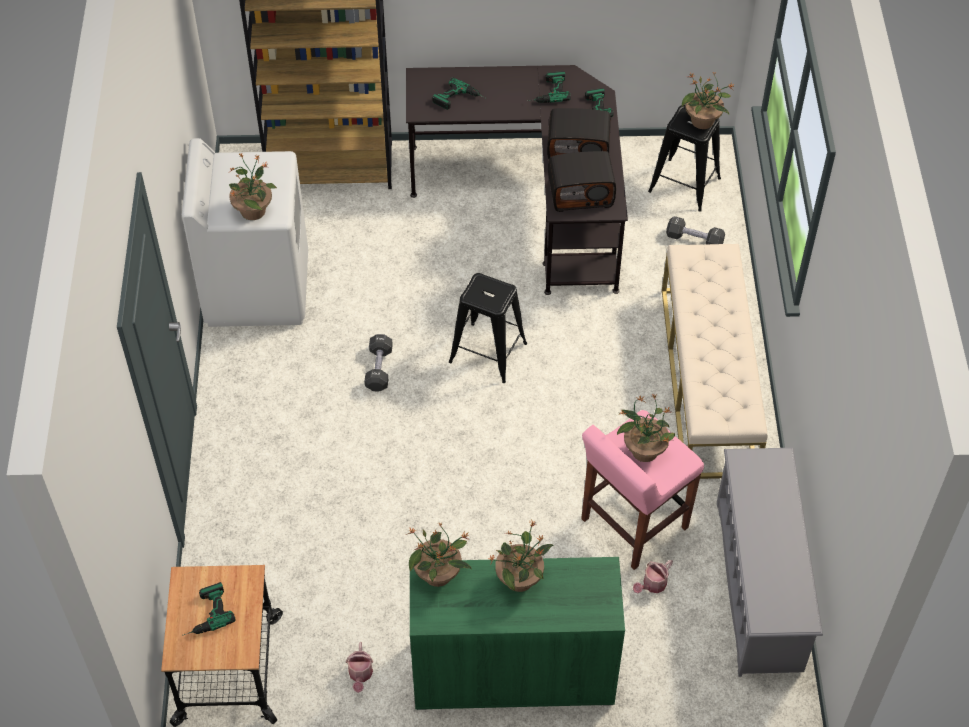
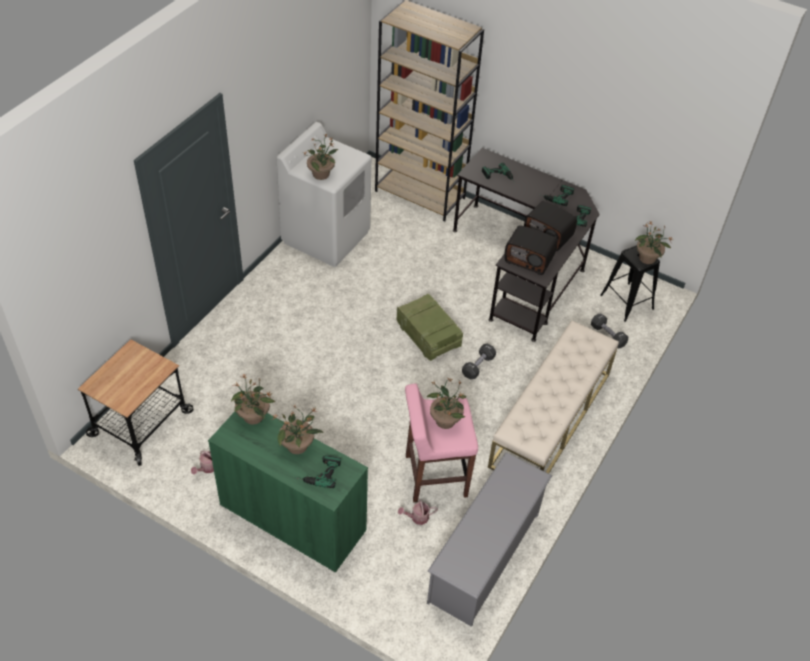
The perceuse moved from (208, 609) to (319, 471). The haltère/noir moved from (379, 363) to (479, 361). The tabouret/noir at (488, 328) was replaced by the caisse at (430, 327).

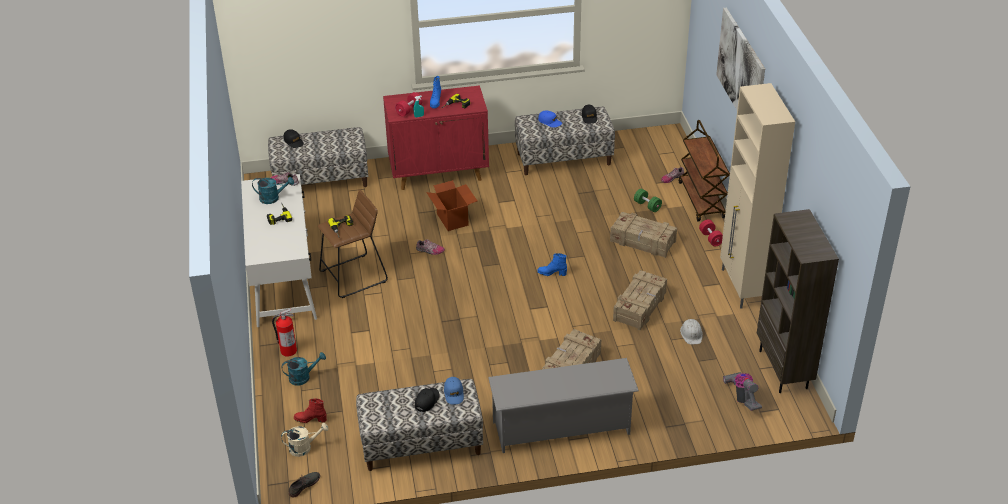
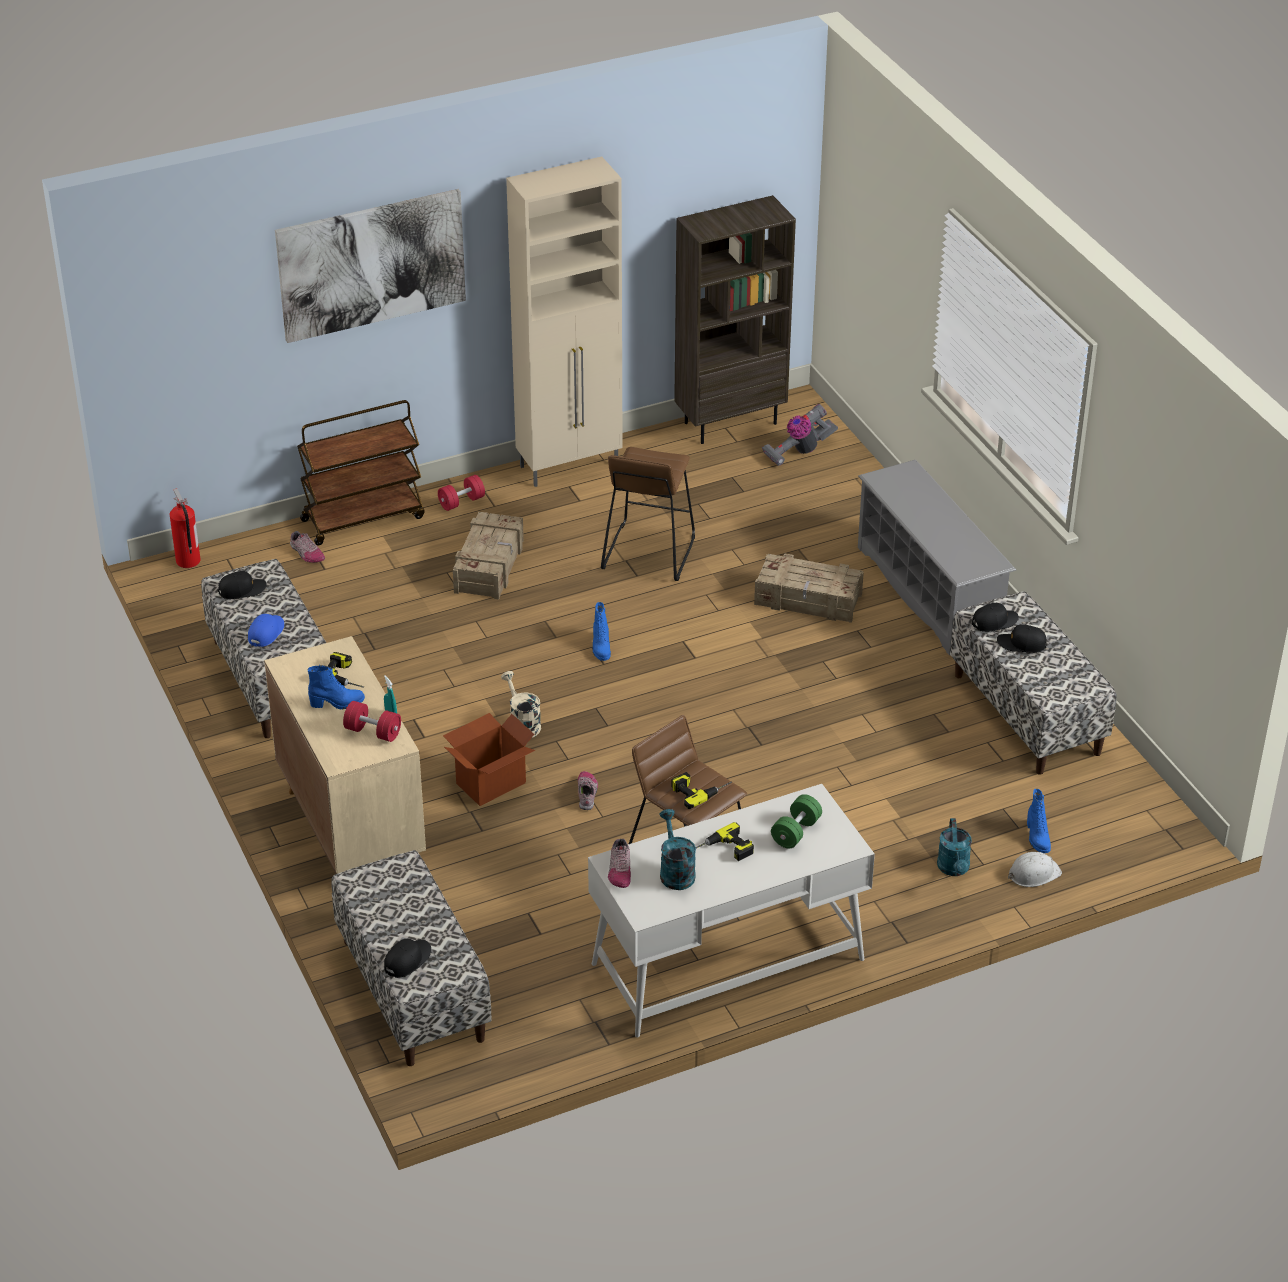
The chaussure/gris at (304, 484) disappeared. The extincteur moved from (284, 333) to (185, 528). The arrosoir/beige moved from (305, 440) to (521, 704). The haltère/vert moved from (648, 200) to (796, 821). The casque de chantier/blanc moved from (691, 331) to (1035, 869). The caisse at (640, 300) was replaced by the tabouret/marron at (648, 514). The botte/rouge at (310, 410) became the botte/bleu at (1039, 821). The meuble de rangement/rouge at (436, 137) became the meuble de rangement/beige at (345, 755). The casquette/bleu at (454, 391) became the casquette/noir at (995, 617). The arrosoir/turquoise at (304, 369) turned 150 degrees counterclockwise.

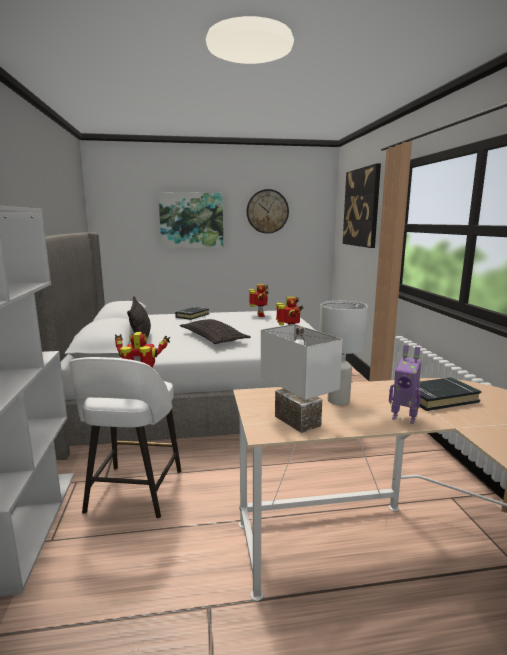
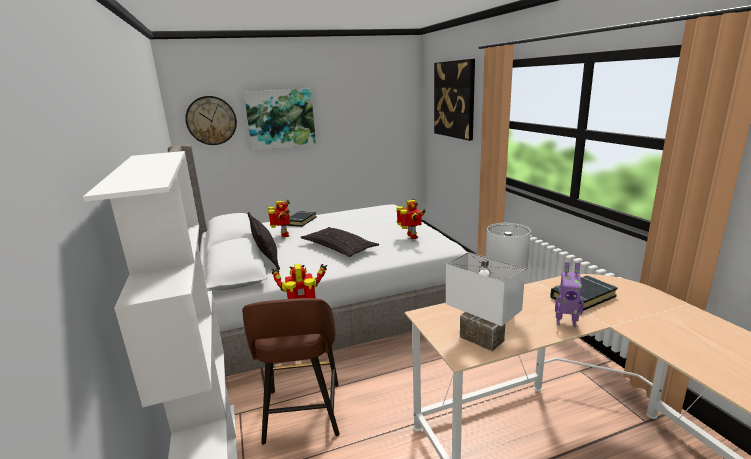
The horloge murale moved from (268, 211) to (211, 120). The robot jouet moved from (259, 300) to (279, 218). The tabouret/blanc at (125, 437) became the tabouret/marron at (291, 371).

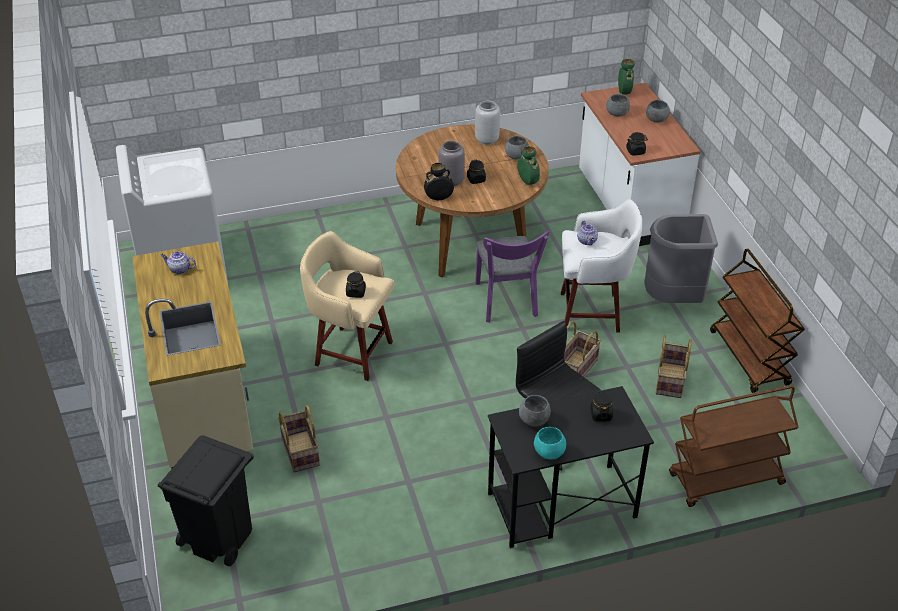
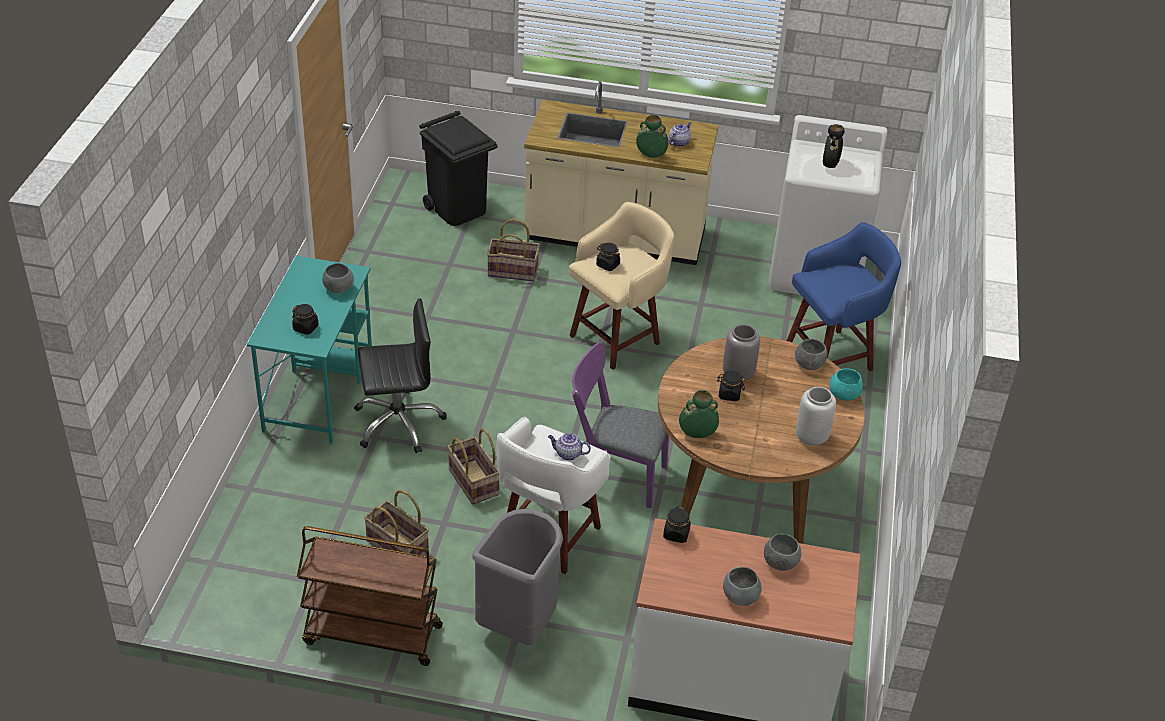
The chariot/marron at (734, 446) disappeared. The tabouret/bleu at (844, 296) appeared. The vase/noir moved from (439, 181) to (834, 146). The bol/gris moved from (517, 148) to (811, 354). The bol/turquoise moved from (550, 443) to (846, 384). The vase/vert moved from (626, 77) to (652, 136). The bureau/noir at (571, 467) became the bureau/turquoise at (309, 350).

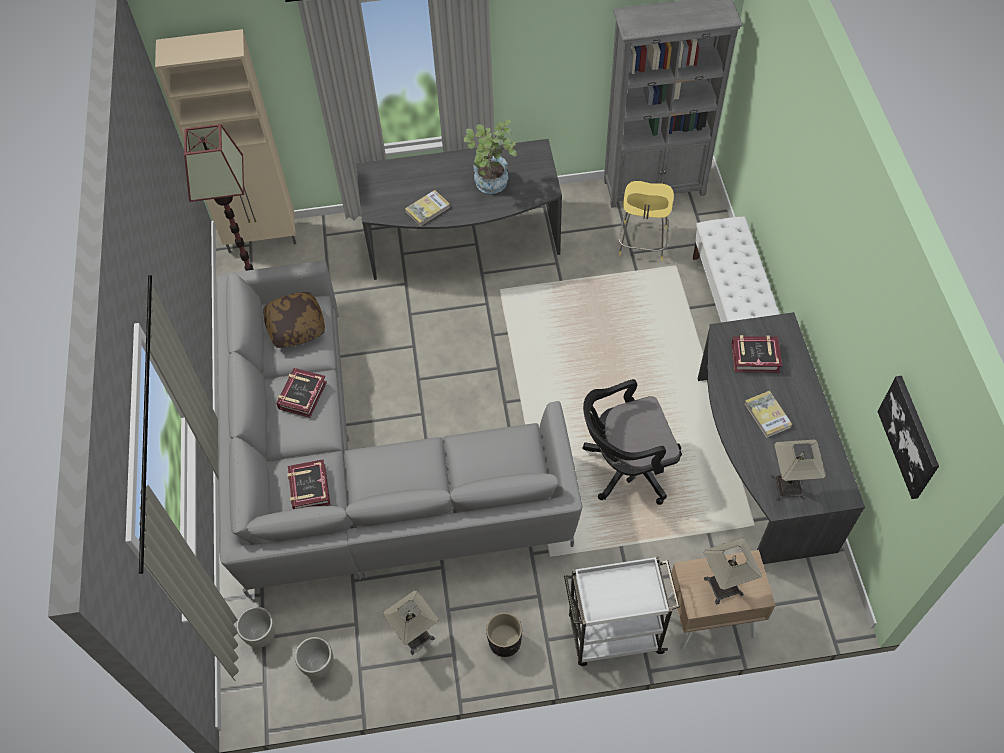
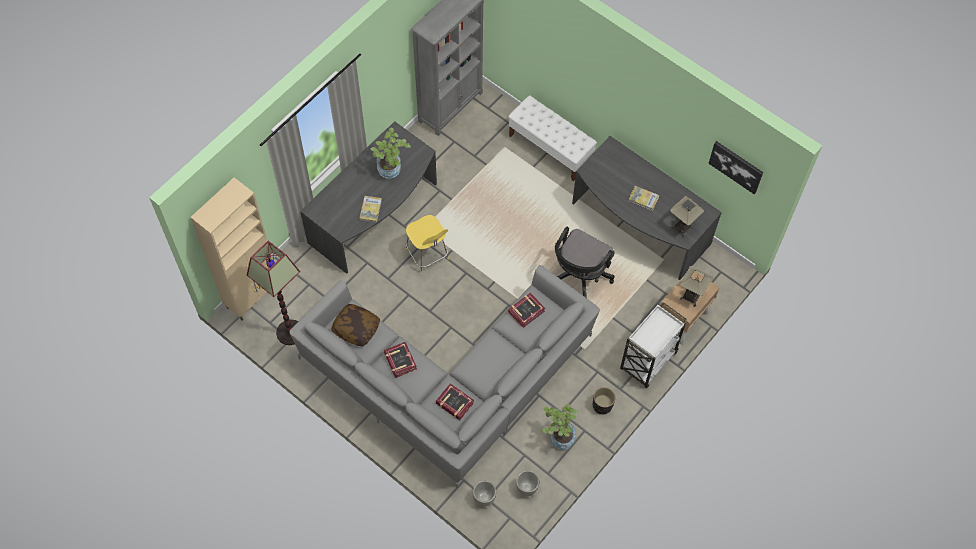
The tabouret/jaune moved from (646, 221) to (427, 244). The livre moved from (756, 353) to (526, 310). The lampe de table at (410, 622) was replaced by the plante en pot at (560, 427).

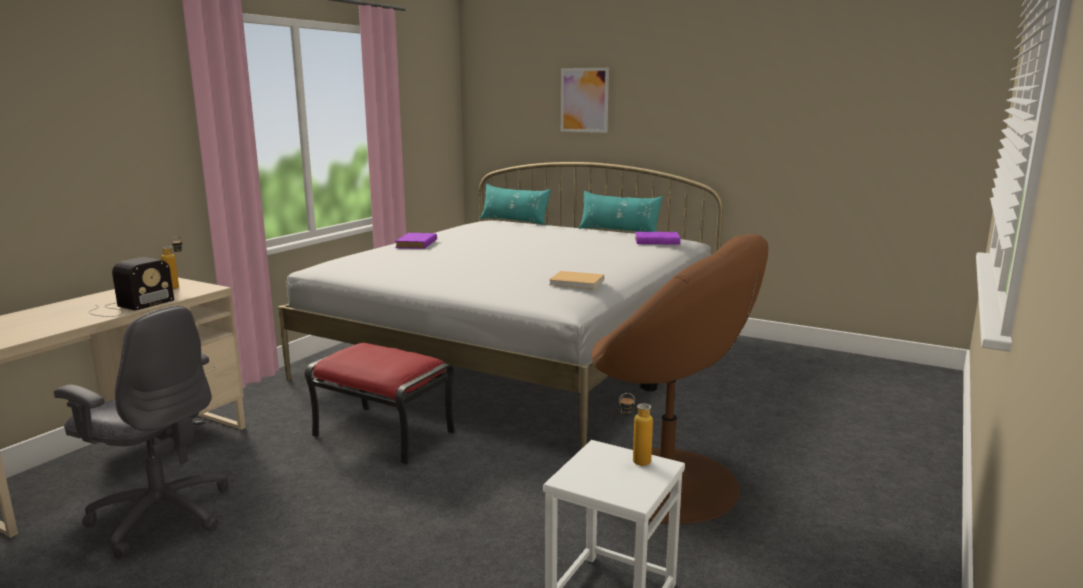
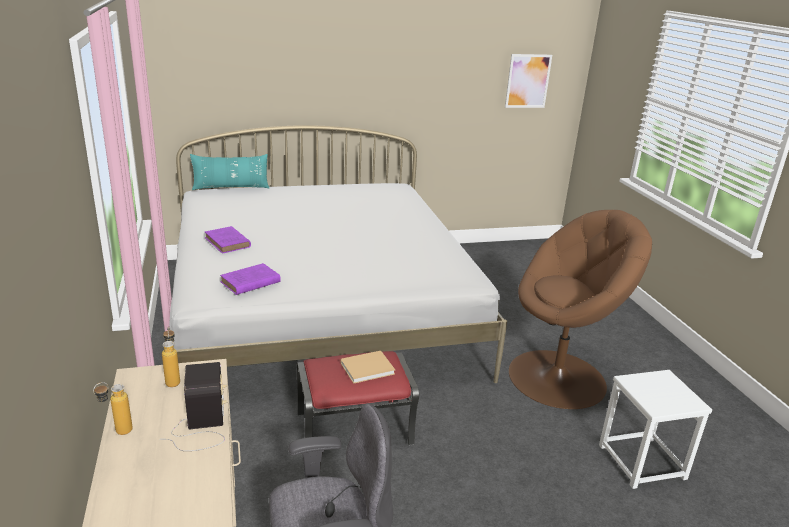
The coussin/turquoise at (620, 211) disappeared. The livre/beige moved from (576, 280) to (368, 367). The tableau moved from (585, 100) to (528, 81). The bouteille moved from (636, 429) to (113, 408). The livre/violet moved from (657, 238) to (250, 279).

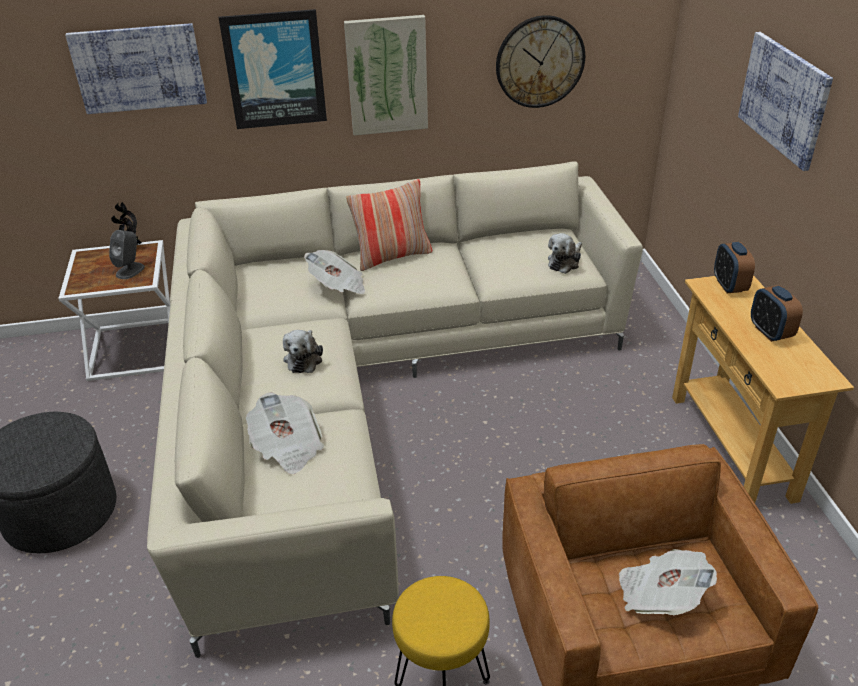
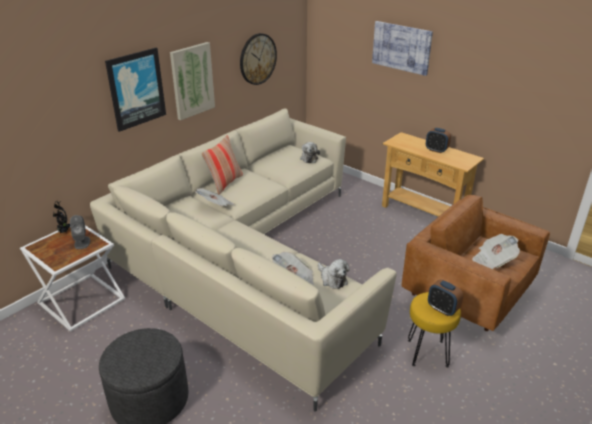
The tableau at (136, 68) disappeared. The peluche moved from (303, 351) to (334, 274). The réveil moved from (734, 267) to (445, 297).

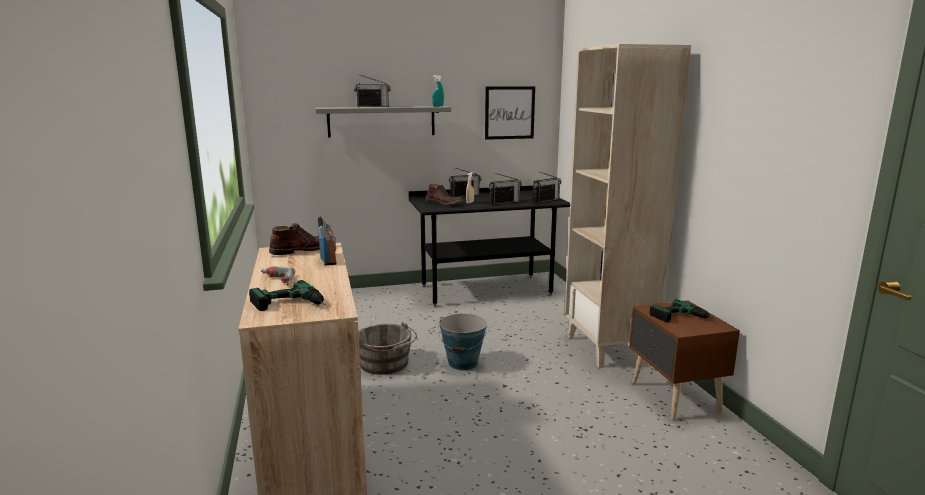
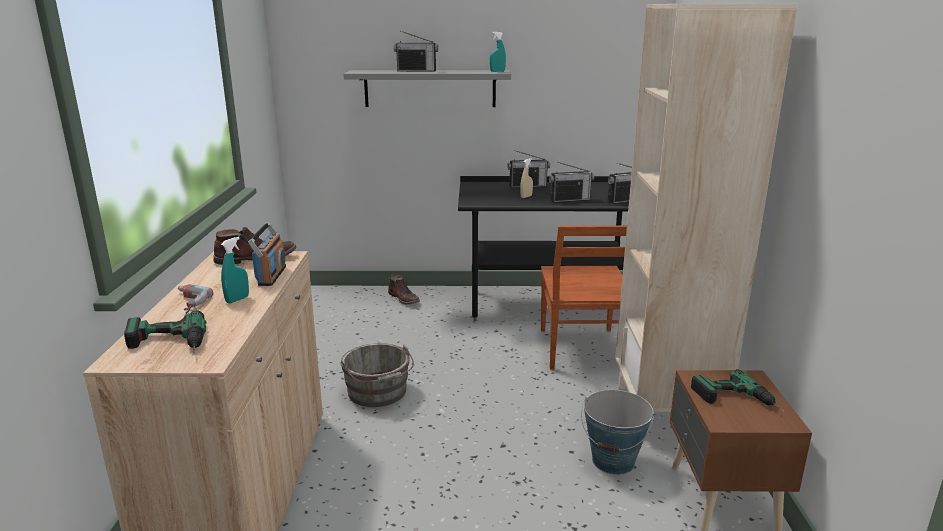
The tableau at (510, 113) disappeared. The vaporisateur/turquoise at (235, 270) appeared. The chaise/marron at (584, 297) appeared. The botte/marron moved from (444, 194) to (404, 290). The seau moved from (463, 342) to (617, 432).

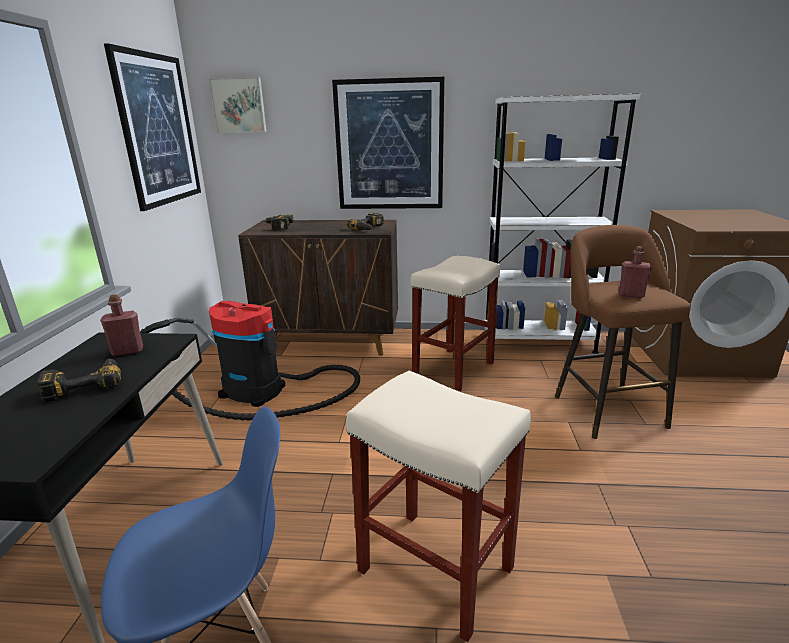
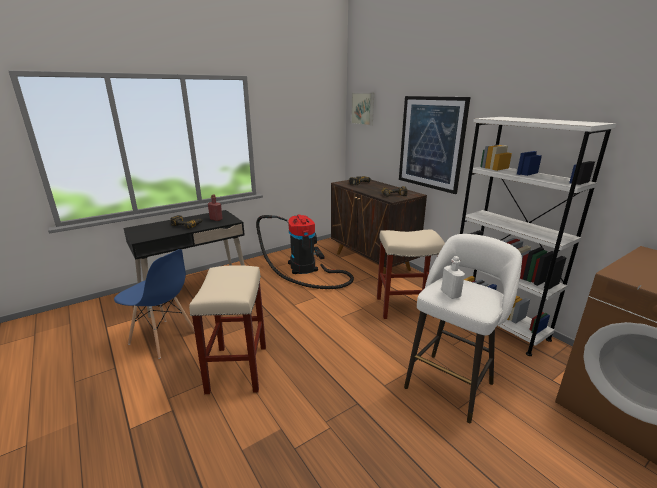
The tableau at (152, 127) disappeared. The tabouret/marron at (623, 332) became the tabouret/blanc at (463, 328). The bouteille/rouge at (635, 272) became the bouteille/blanc at (453, 277).

